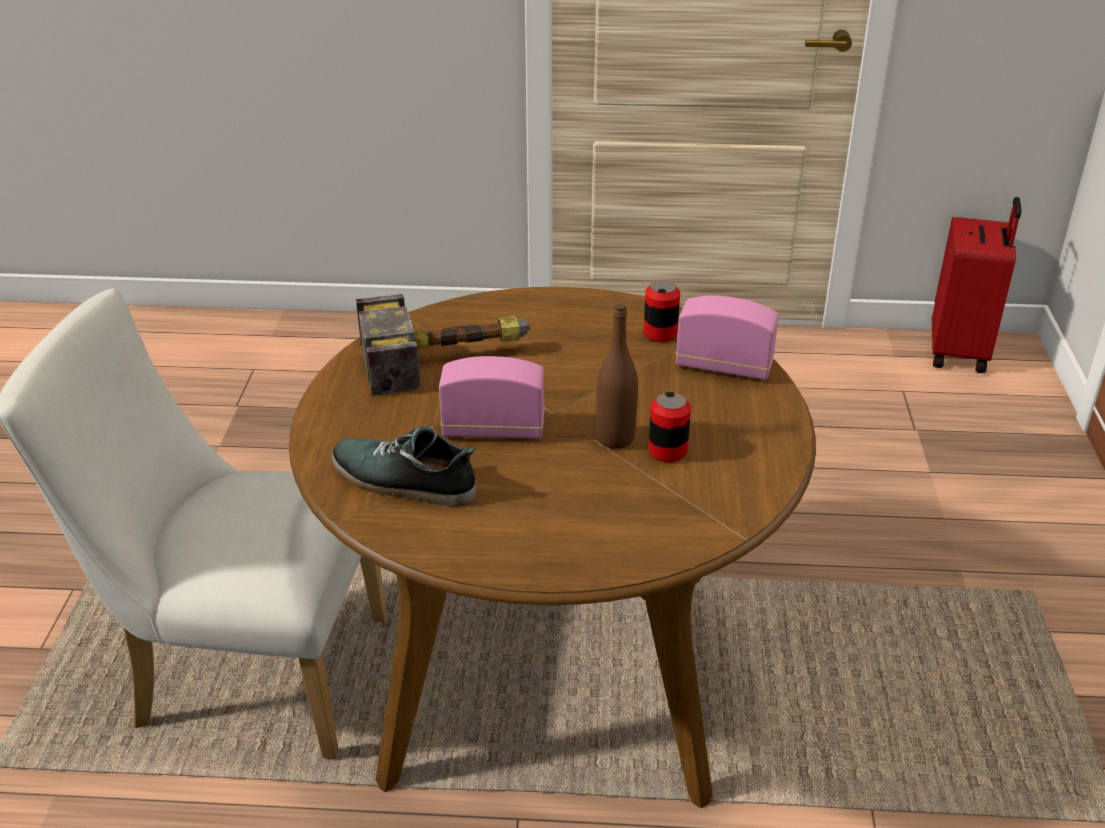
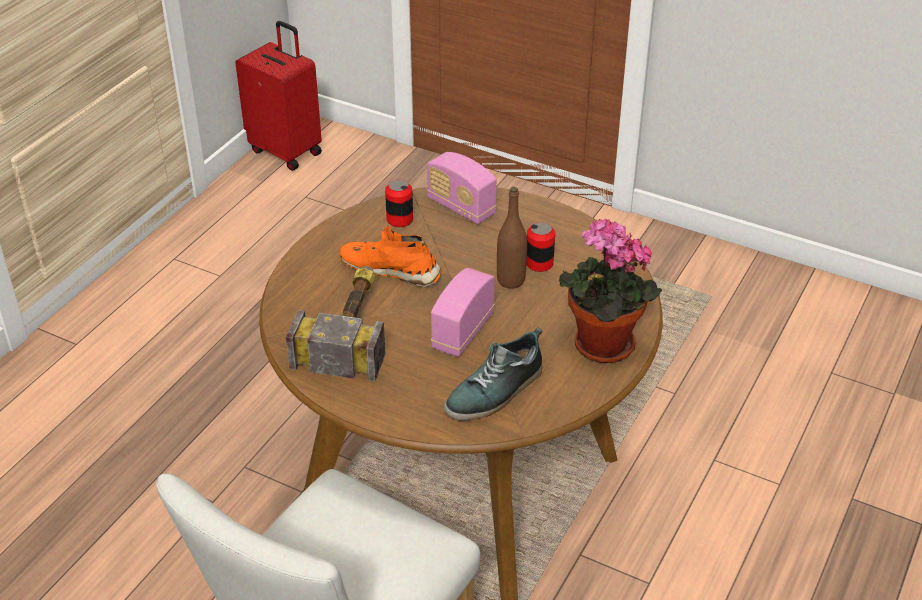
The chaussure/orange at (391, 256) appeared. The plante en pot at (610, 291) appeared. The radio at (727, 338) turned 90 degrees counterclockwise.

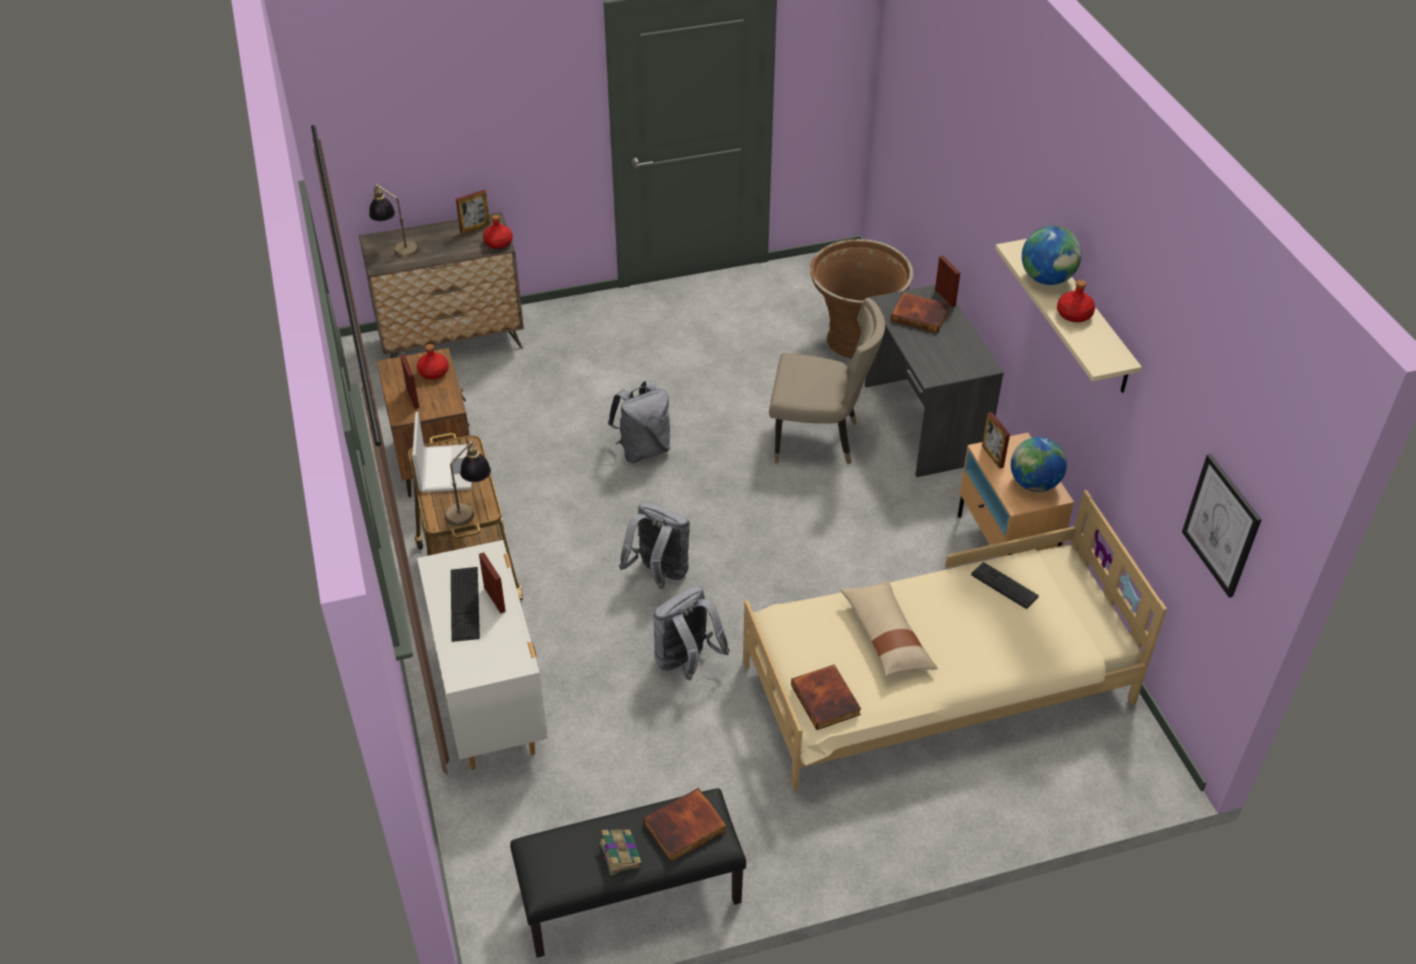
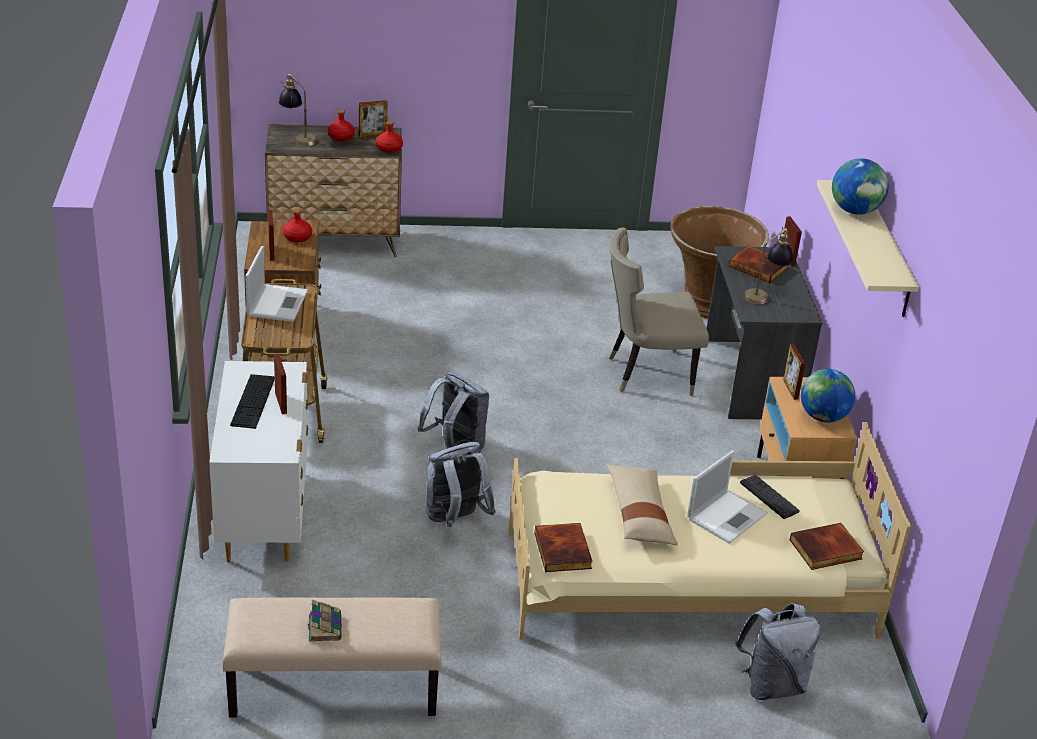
The tableau at (1222, 526) disappeared. The ordinateur portable at (727, 497) appeared. The lampe de table moved from (468, 482) to (768, 265). The sac à dos/gris moved from (639, 422) to (777, 651). The livre moved from (684, 825) to (827, 546). The bouteille/rouge moved from (1076, 301) to (341, 125). The banc/noir at (628, 873) became the banc/beige at (331, 657). The chaise/beige at (827, 381) turned 150 degrees clockwise.

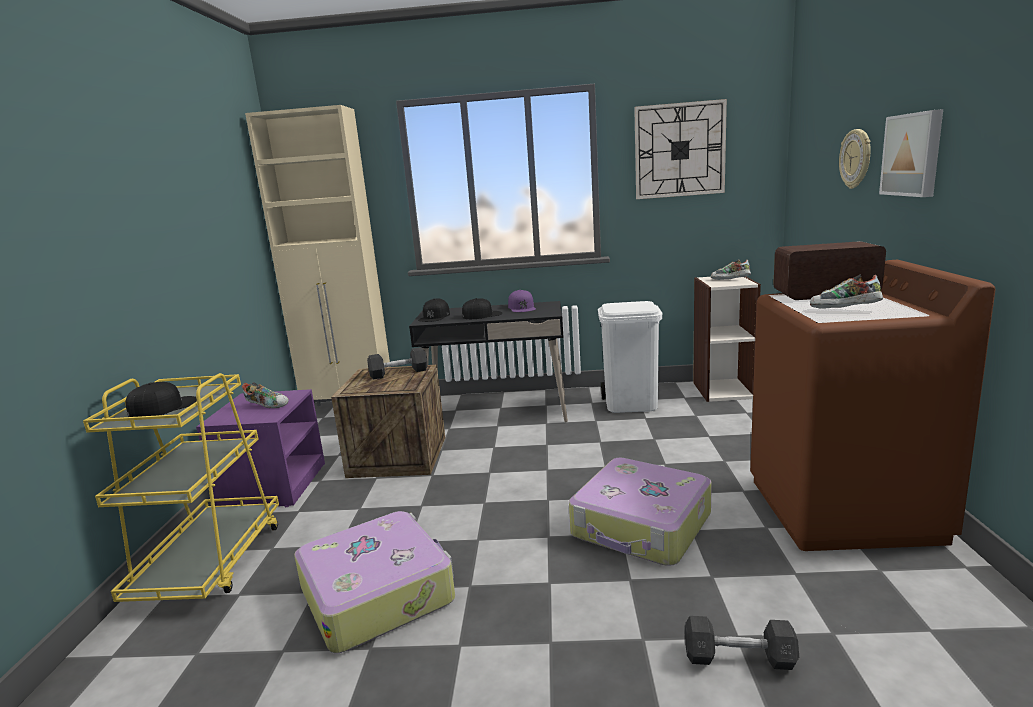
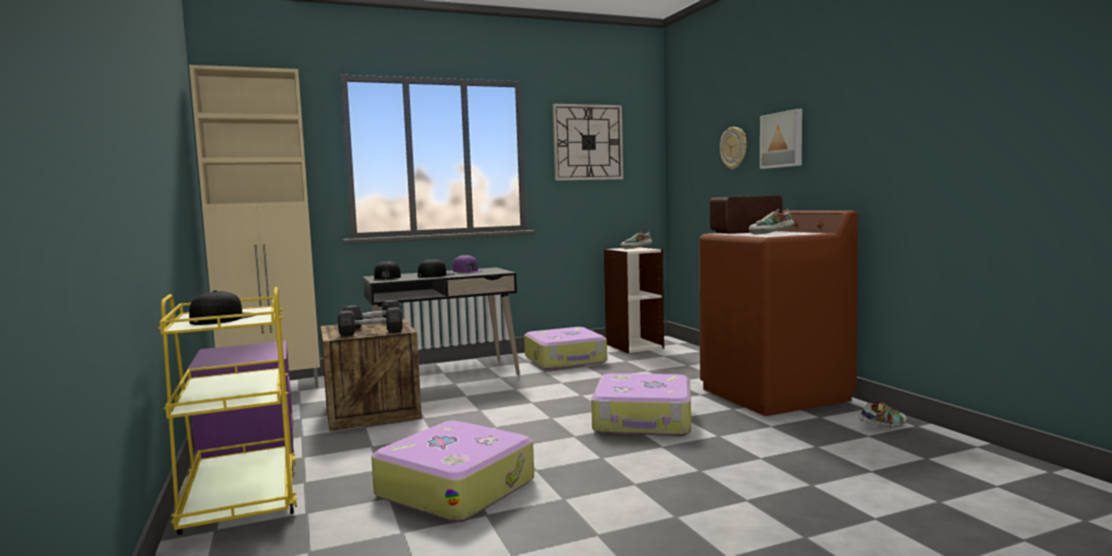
The chaussure moved from (265, 395) to (883, 414). The haltère/gris moved from (742, 643) to (370, 321). The poubelle/blanc at (630, 357) was replaced by the valise at (565, 348).

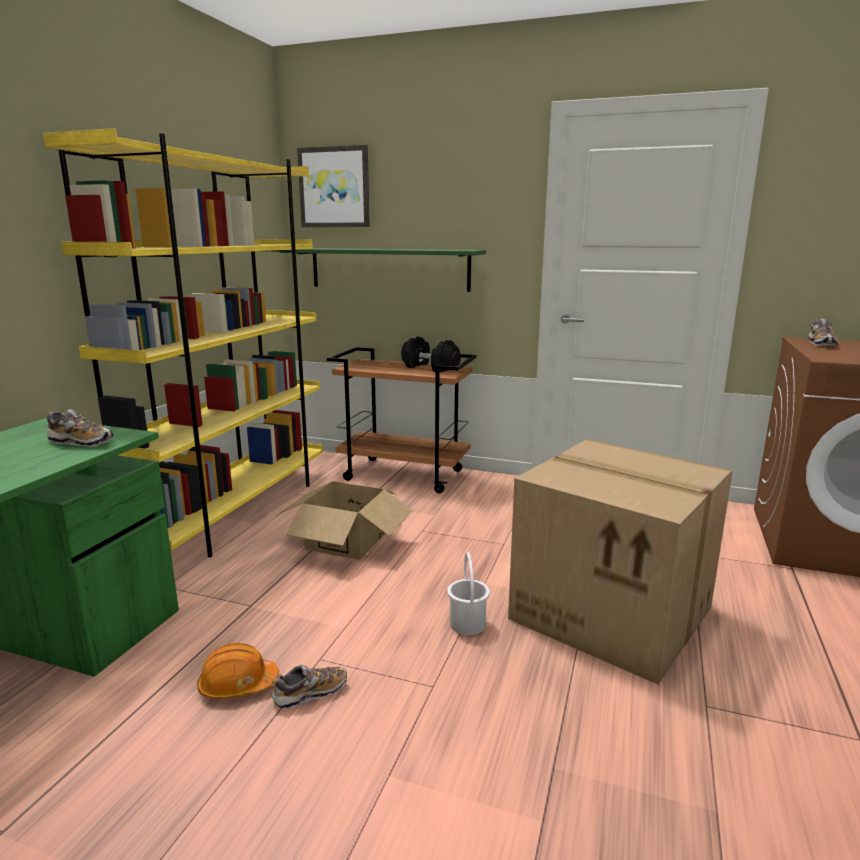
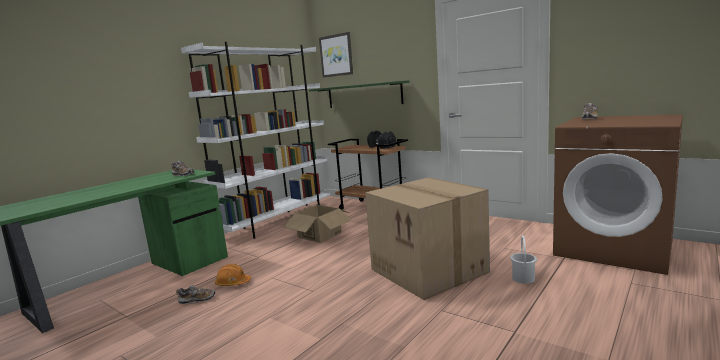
The chaussure moved from (308, 687) to (195, 294). The seau/blanc moved from (468, 593) to (523, 259). The bibliothèque/jaune at (183, 342) became the bibliothèque/blanc at (256, 140).

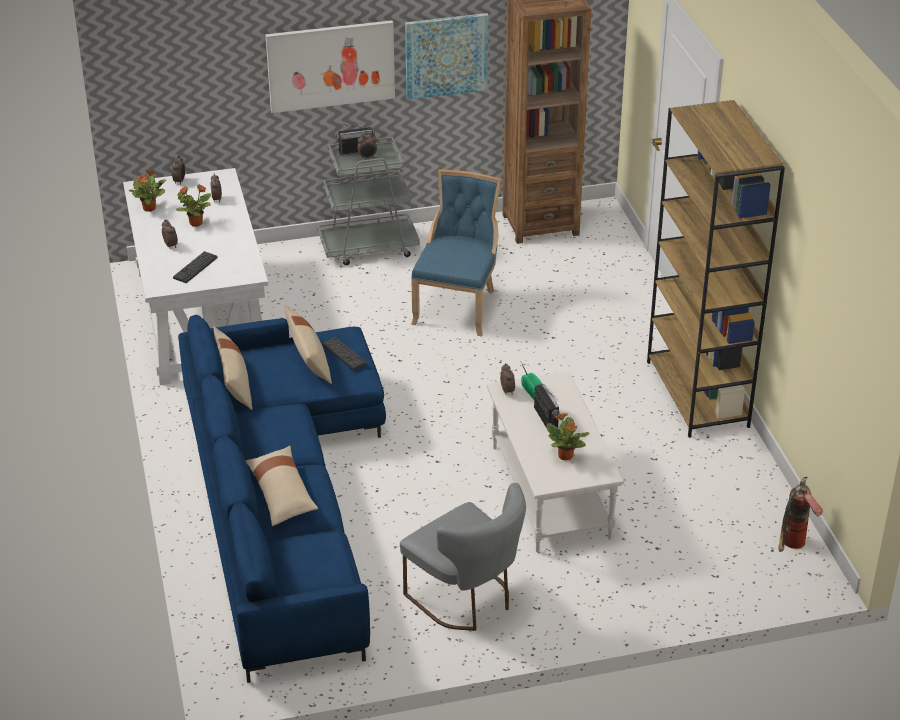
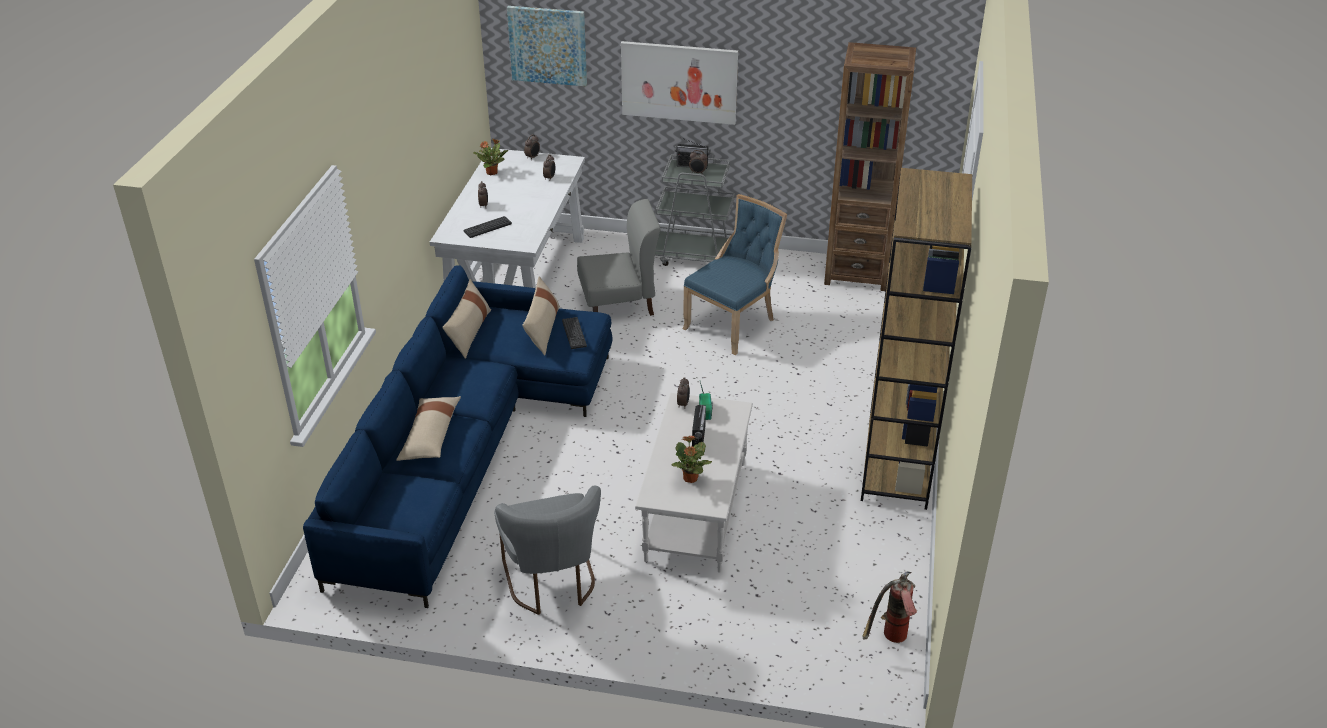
The plante en pot at (193, 205) disappeared. The chaise/gris at (619, 257) appeared. The tableau moved from (447, 56) to (547, 46).

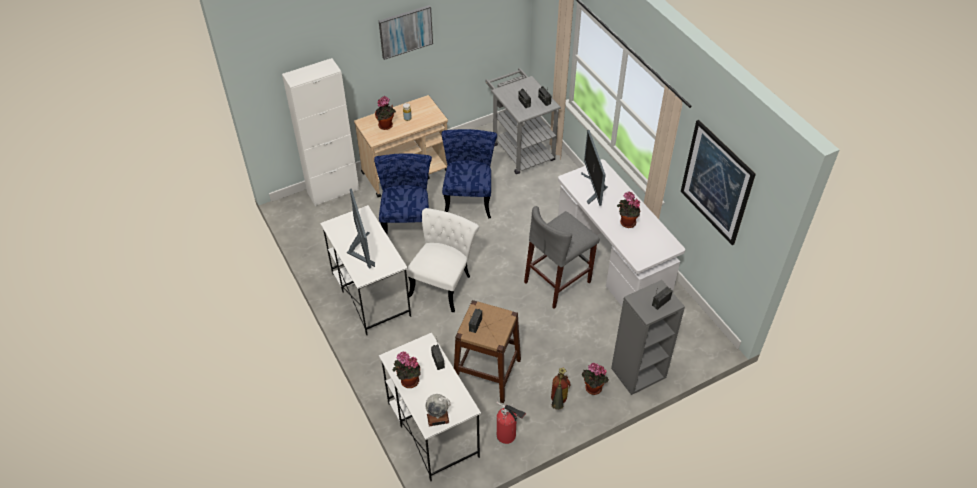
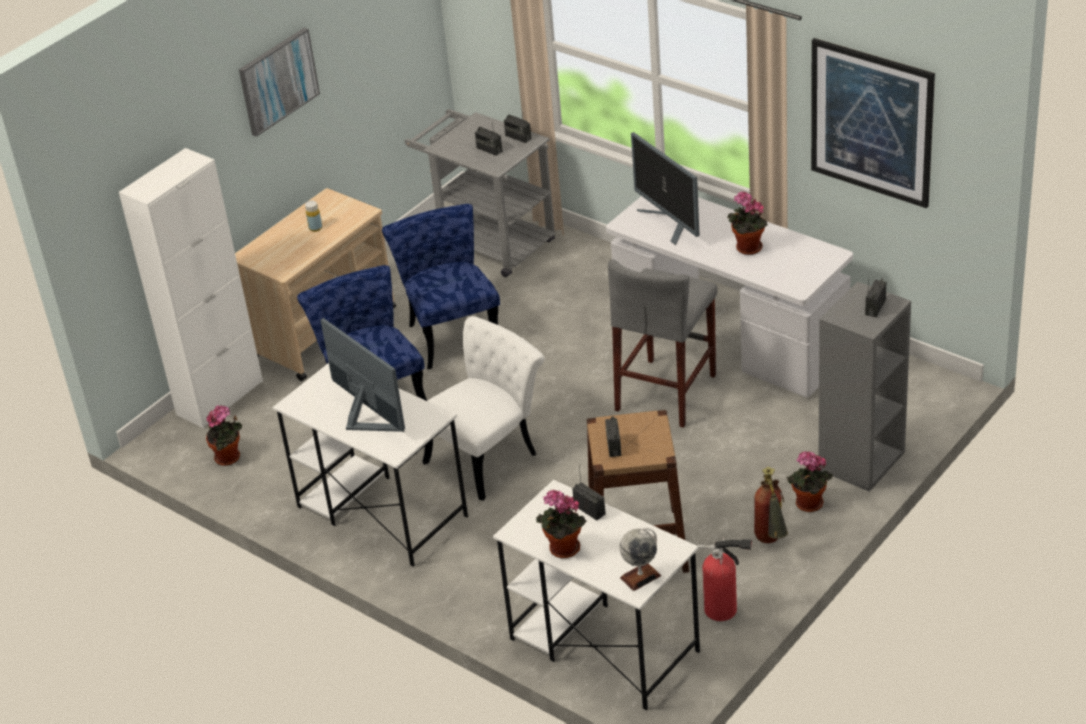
The plante en pot moved from (385, 113) to (224, 435). The chaise/blanc at (442, 260) turned 45 degrees clockwise.

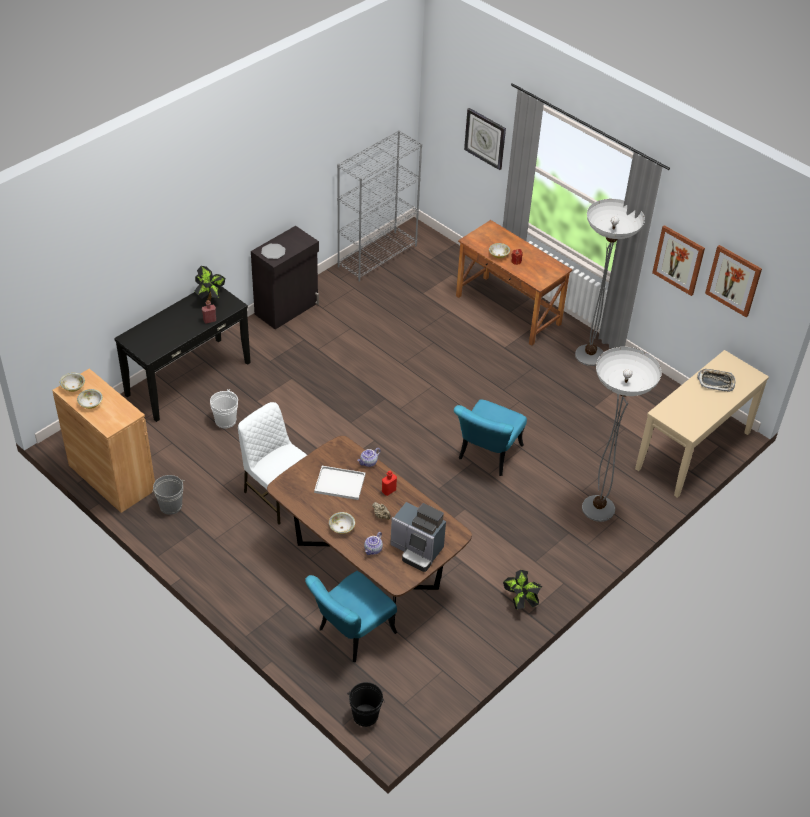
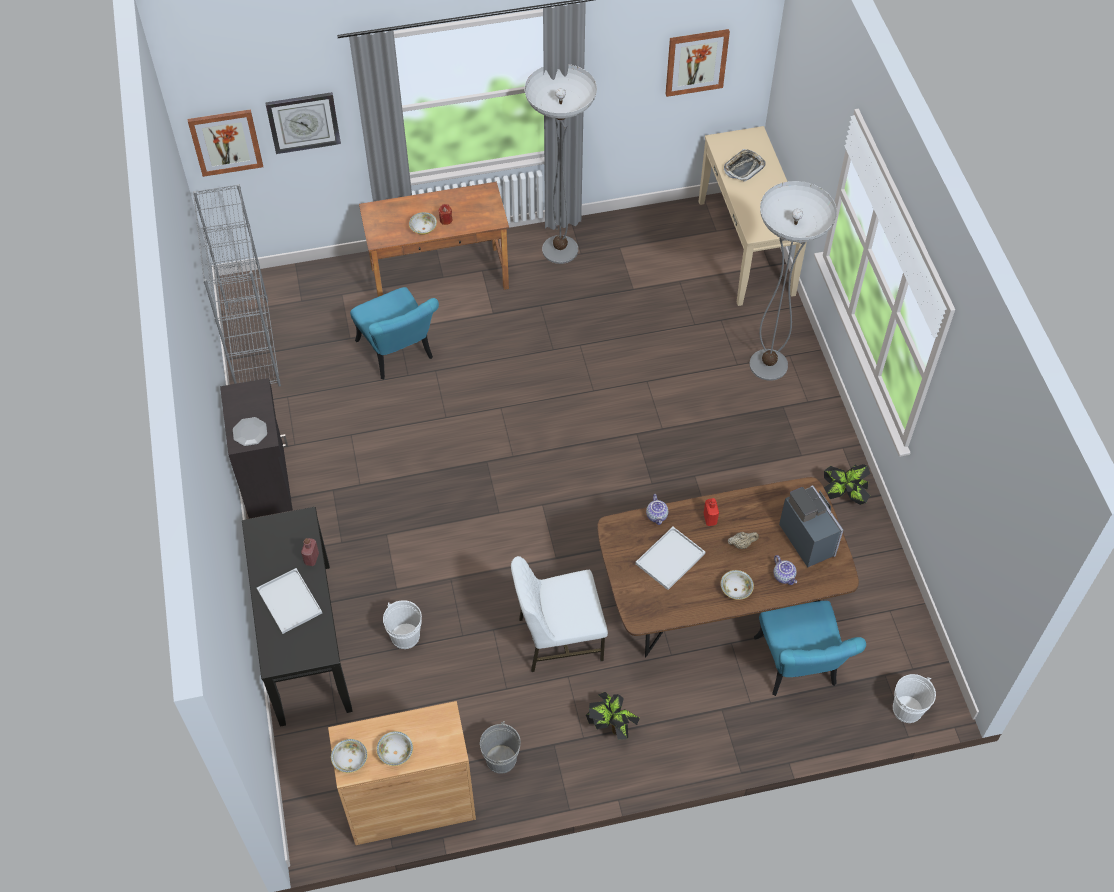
The plateau/blanc at (289, 601) appeared. The plante en pot moved from (209, 284) to (613, 716). The chaise/turquoise moved from (490, 437) to (394, 333). The tableau moved from (678, 260) to (225, 143). The seau/noir at (366, 704) became the seau/blanc at (914, 698). The machine à café at (418, 537) turned 90 degrees counterclockwise.

